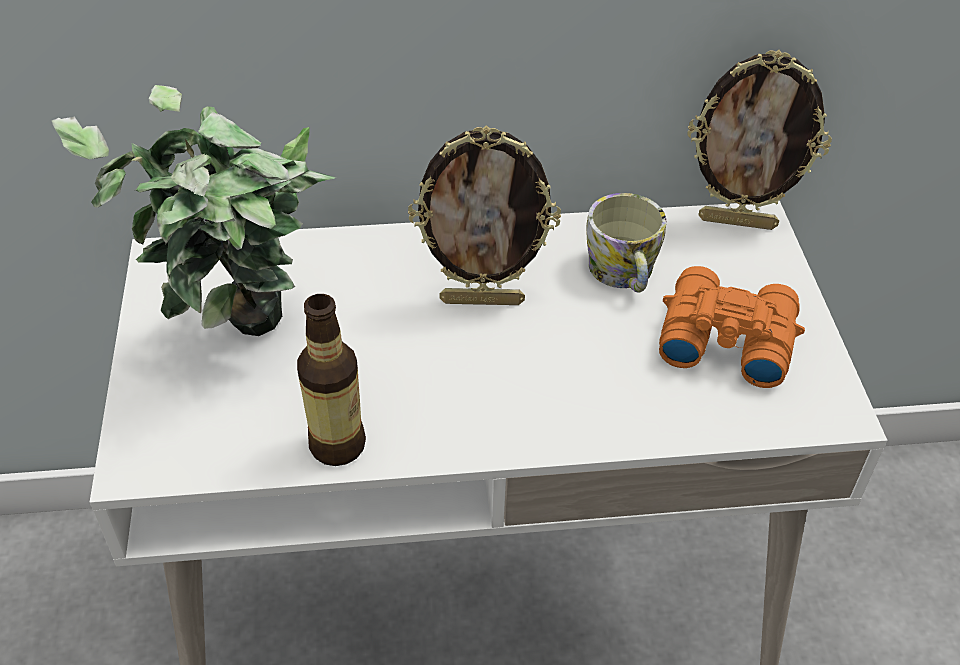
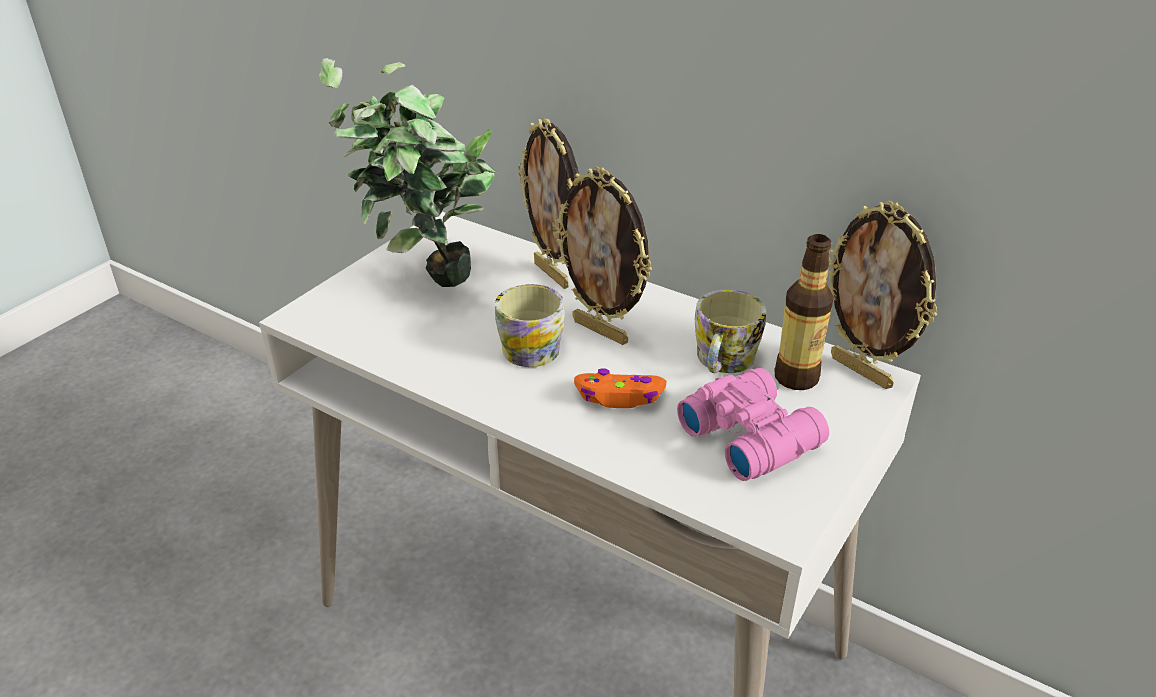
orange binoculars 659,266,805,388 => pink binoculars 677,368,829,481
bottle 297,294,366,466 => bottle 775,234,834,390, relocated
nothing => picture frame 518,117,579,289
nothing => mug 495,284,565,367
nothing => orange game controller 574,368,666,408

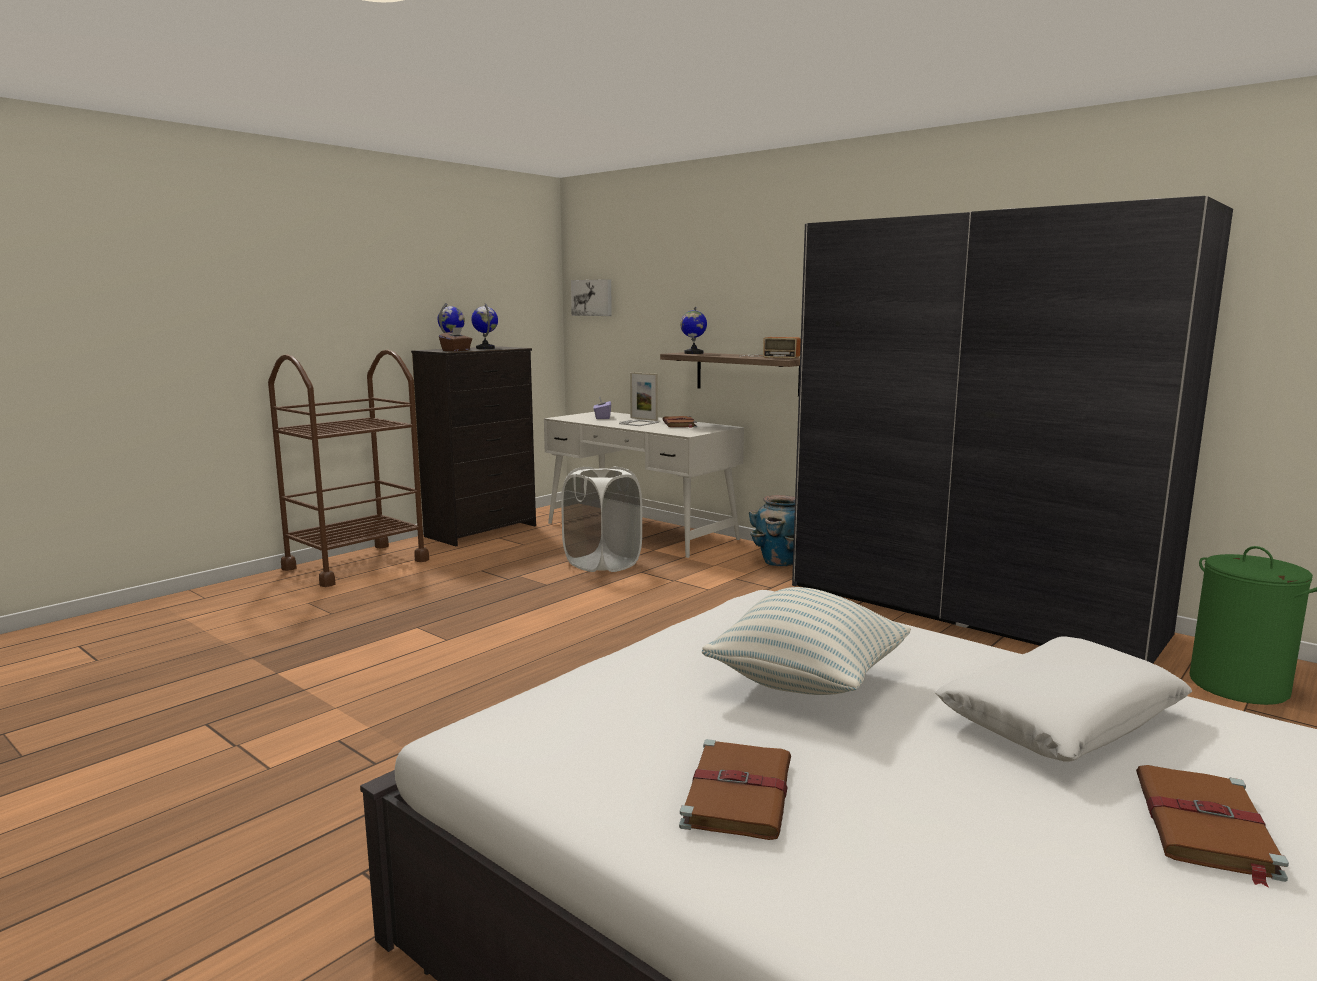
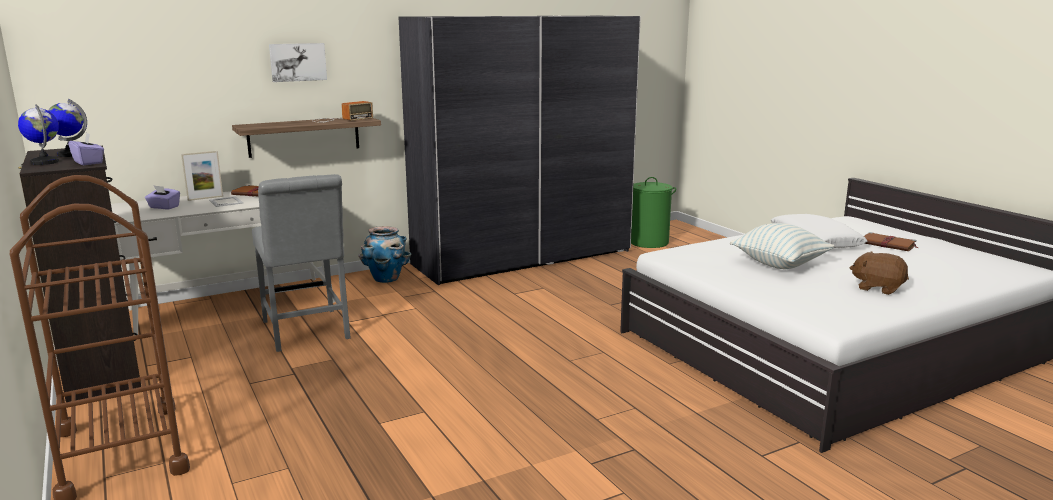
picture 571,279,612,316 => picture 269,43,327,82, relocated
globe 680,307,707,354 => nothing
brown tissue box 439,327,472,351 => purple tissue box 68,133,104,165
white laundry basket 561,466,642,572 => grey chair 252,174,351,352
brown book 679,739,791,840 => brown plush toy 850,252,909,295

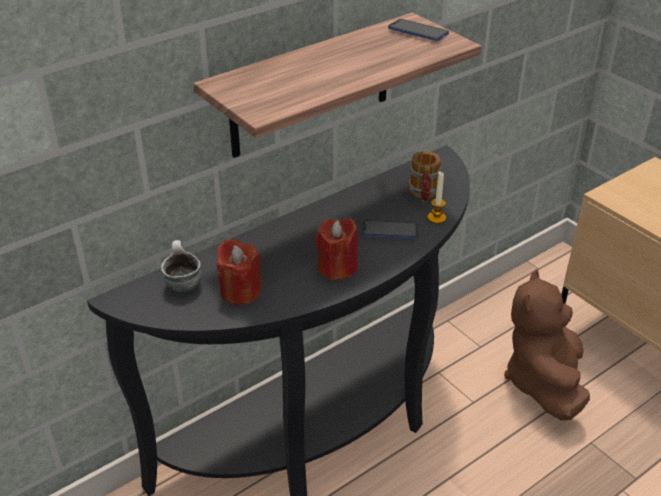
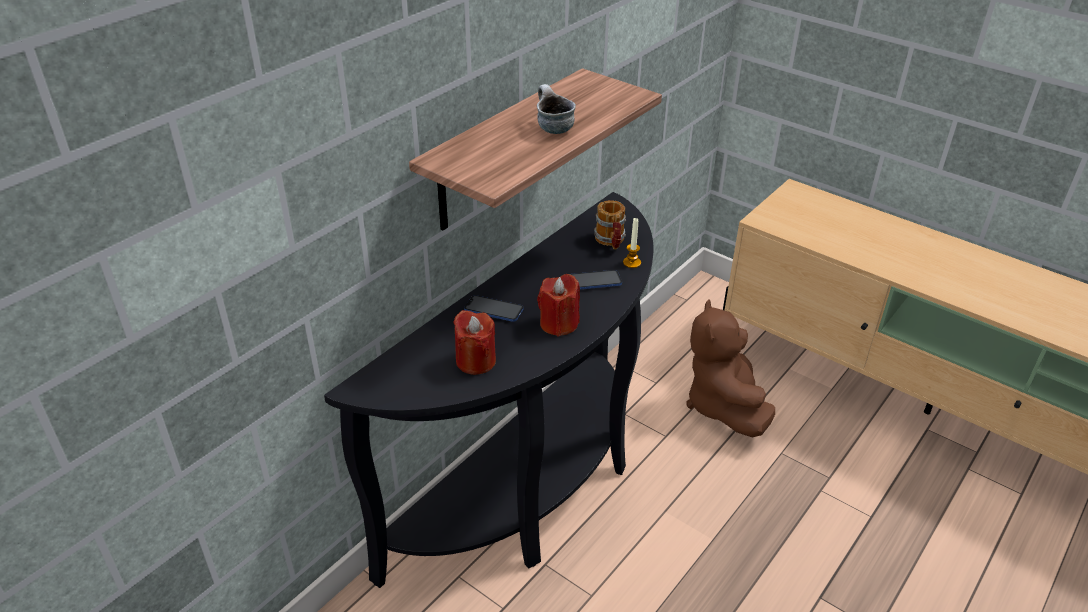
phone 388,19,449,41 => phone 464,295,524,322, relocated
mug 161,240,201,292 => mug 537,84,576,134, relocated

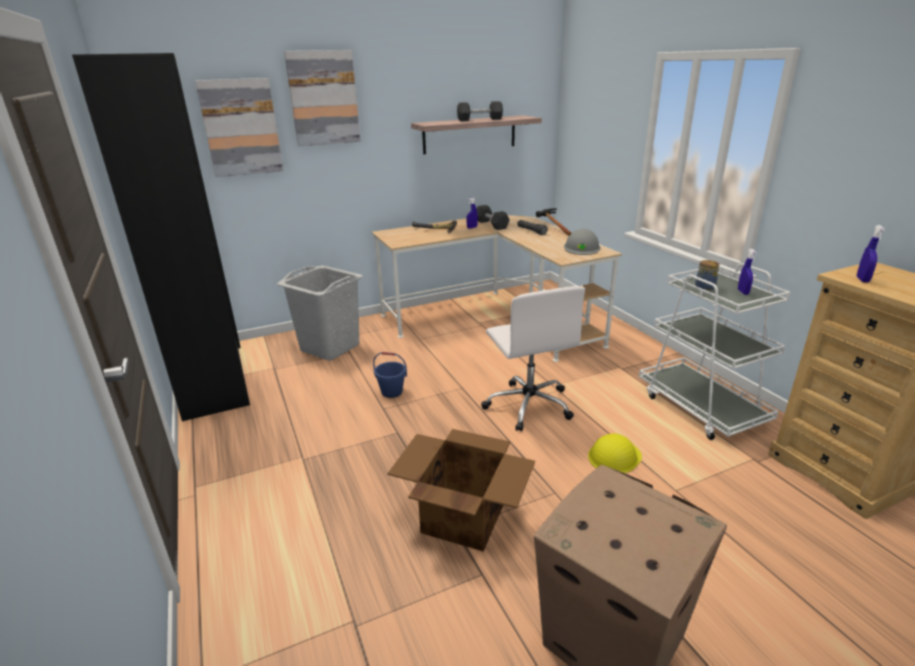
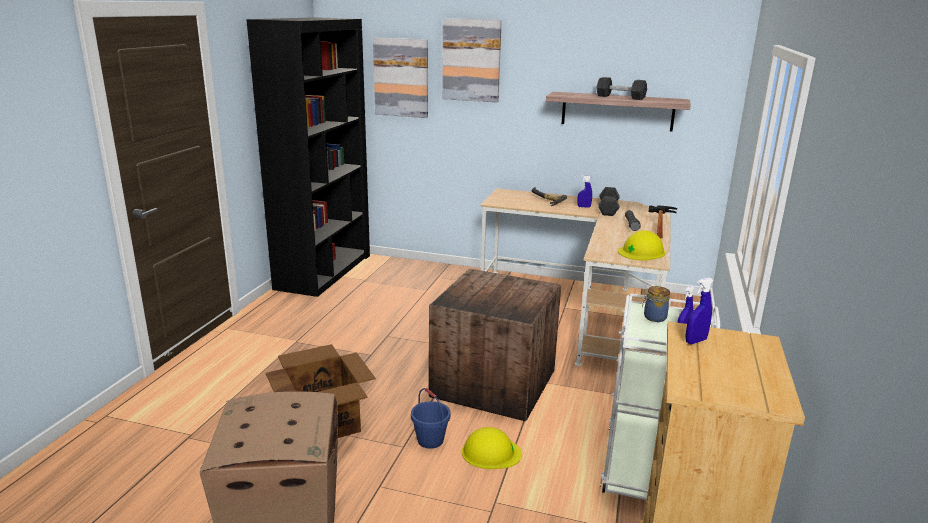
grey hard hat 564,229,601,255 => yellow hard hat 618,230,665,260
grey laundry basket 277,265,363,361 => nothing
white office chair 481,286,585,431 => crate 429,269,561,421
blue bucket 373,352,407,398 => blue bucket 411,388,450,449, relocated

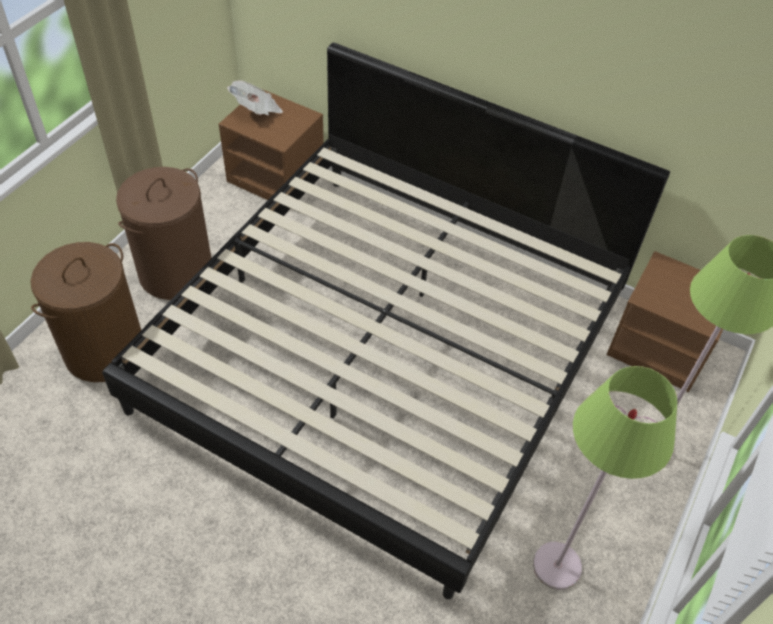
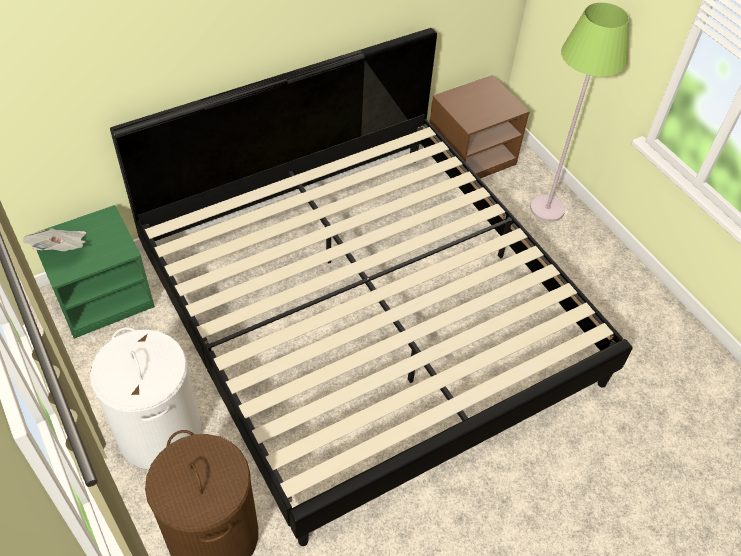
brown nightstand 219,89,324,200 => green nightstand 37,205,155,339
brown laundry basket 116,167,211,300 => white laundry basket 90,327,201,469
green floor lamp 533,366,677,590 => nothing

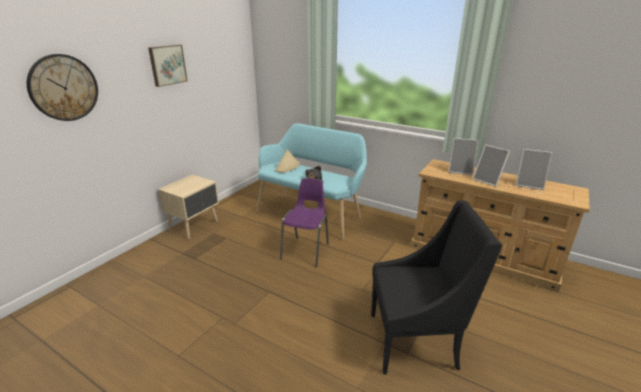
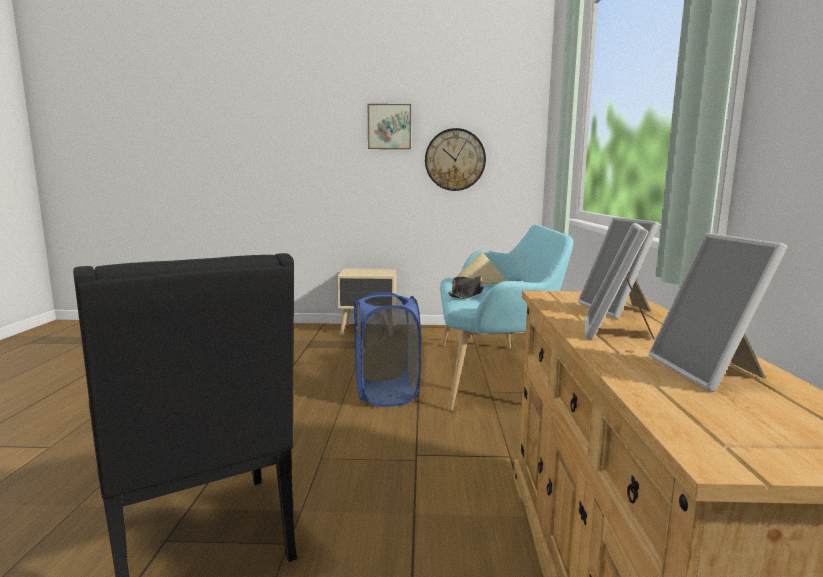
wall clock 27,54,98,121 => wall clock 425,128,486,191, relocated
purple chair 280,178,329,267 => blue laundry basket 354,292,421,407

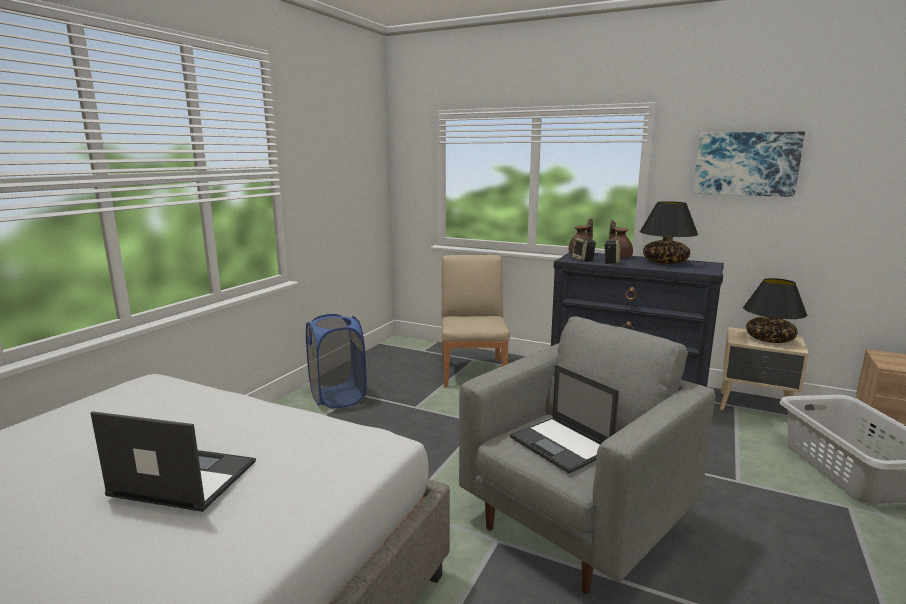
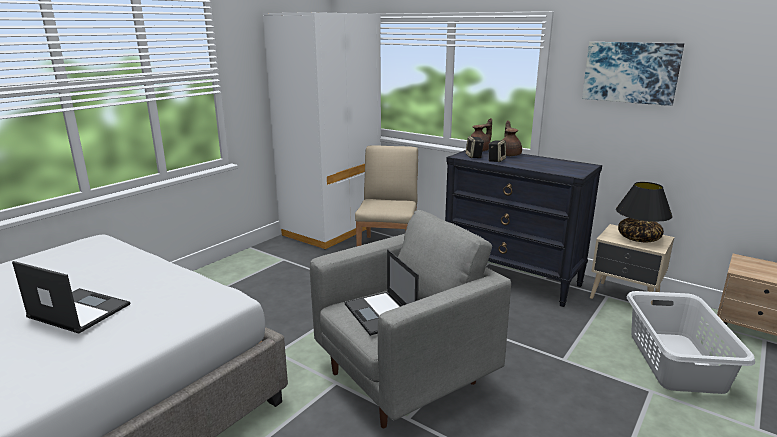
black table lamp 640,201,698,264 => nothing
blue laundry basket 306,314,367,409 => nothing
nothing => white wardrobe 263,12,381,250

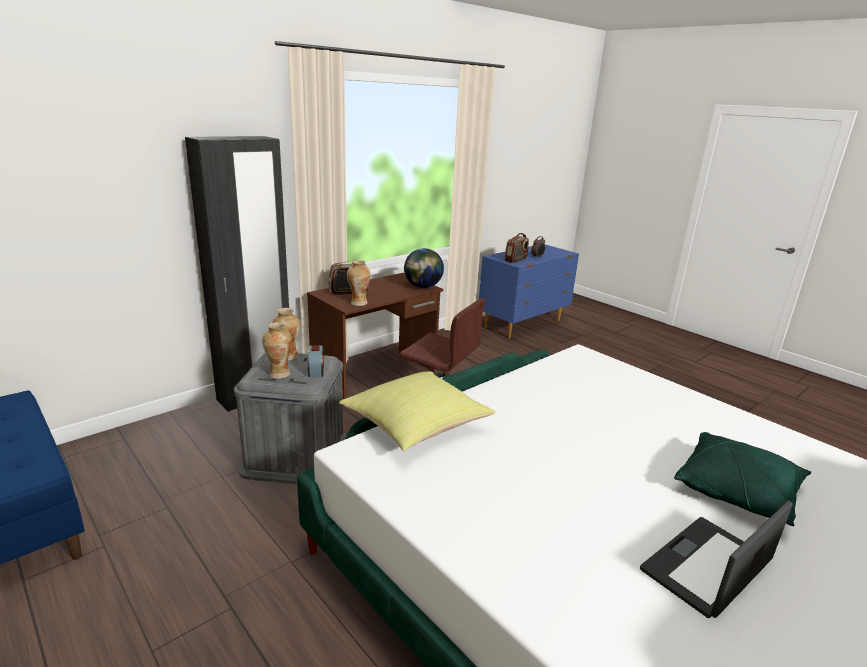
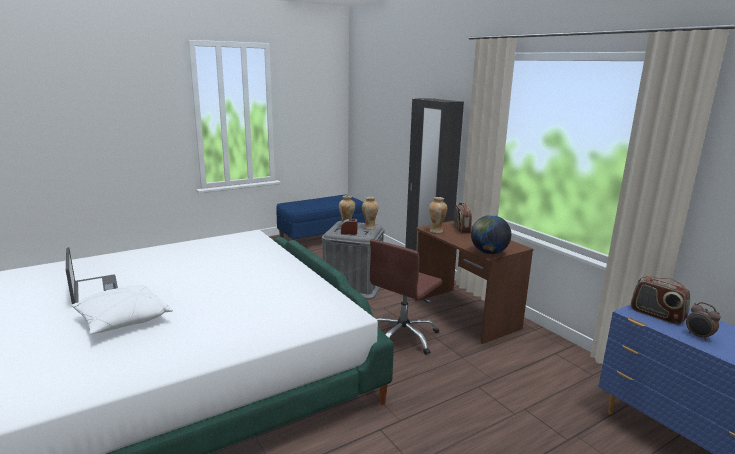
yellow pillow 339,371,495,451 => nothing
green pillow 674,432,811,526 => white pillow 71,285,173,334

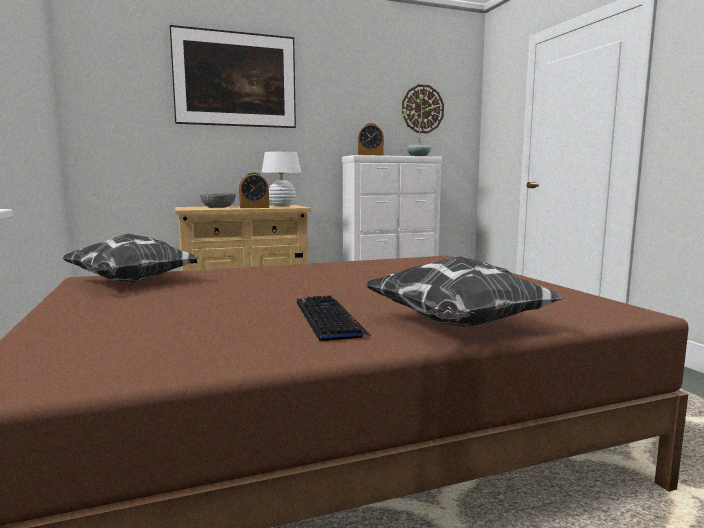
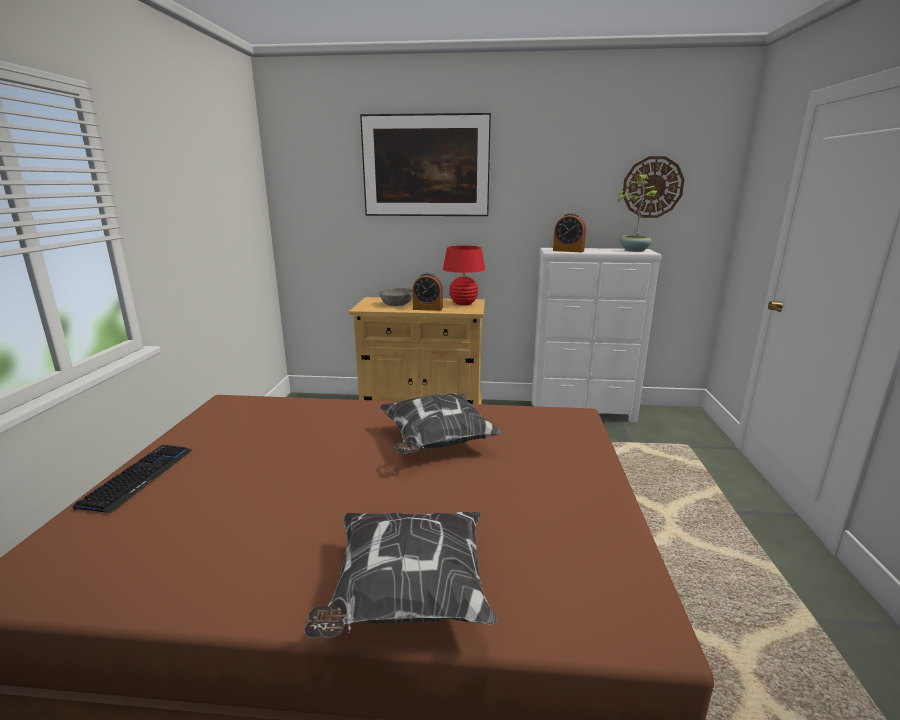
white table lamp 261,151,301,206 => red table lamp 443,246,485,305
pillow 63,234,199,283 => pillow 379,394,502,454, relocated
keyboard 297,295,371,342 => keyboard 73,445,192,514, relocated

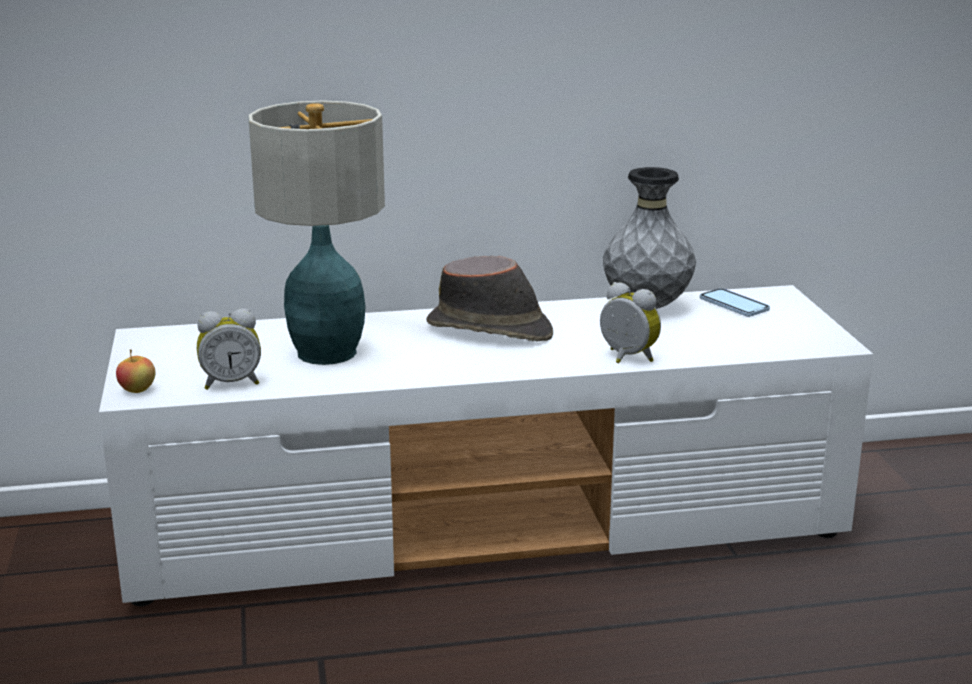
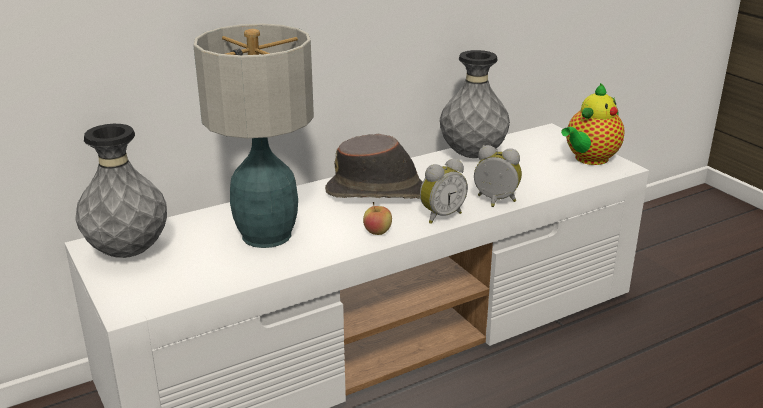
phone 700,288,770,317 => nothing
alarm clock 197,309,261,390 => alarm clock 420,158,468,224, relocated
apple 116,349,155,393 => apple 363,202,392,235, relocated
nothing => teapot 561,83,625,165
nothing => grey vase 75,124,167,258

